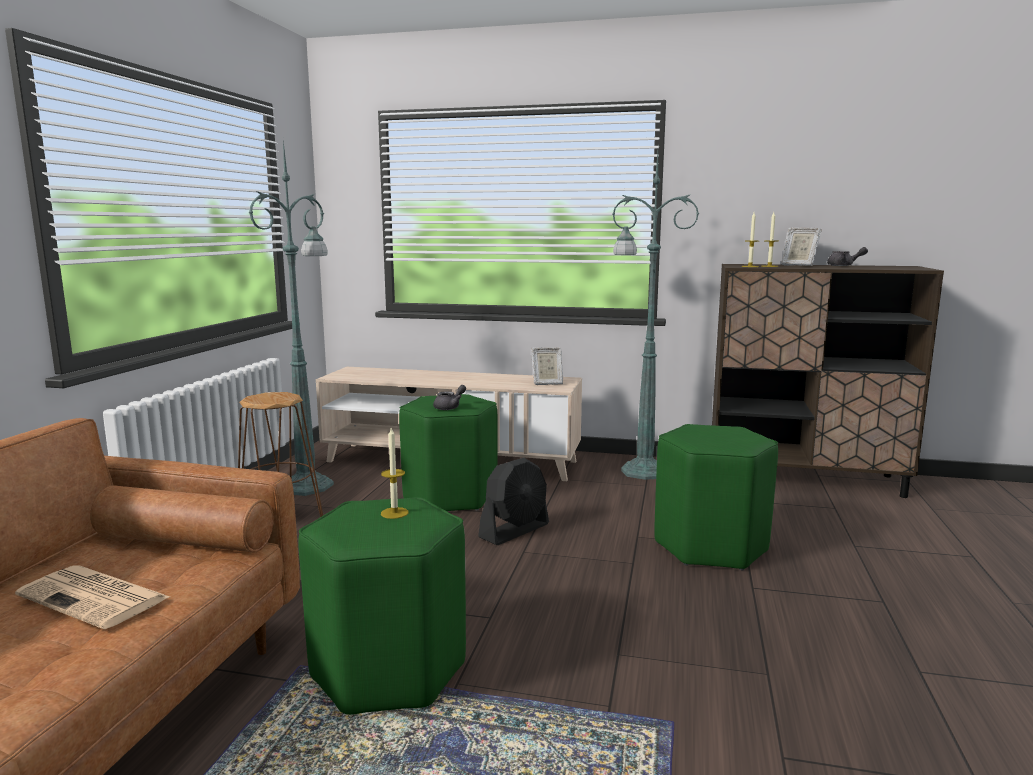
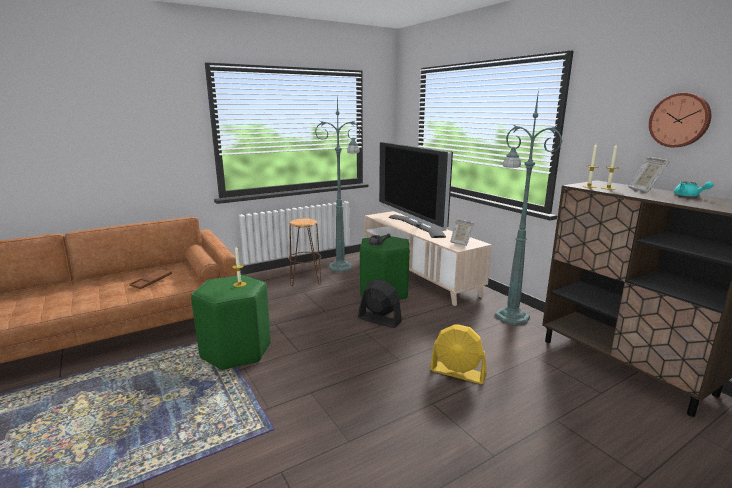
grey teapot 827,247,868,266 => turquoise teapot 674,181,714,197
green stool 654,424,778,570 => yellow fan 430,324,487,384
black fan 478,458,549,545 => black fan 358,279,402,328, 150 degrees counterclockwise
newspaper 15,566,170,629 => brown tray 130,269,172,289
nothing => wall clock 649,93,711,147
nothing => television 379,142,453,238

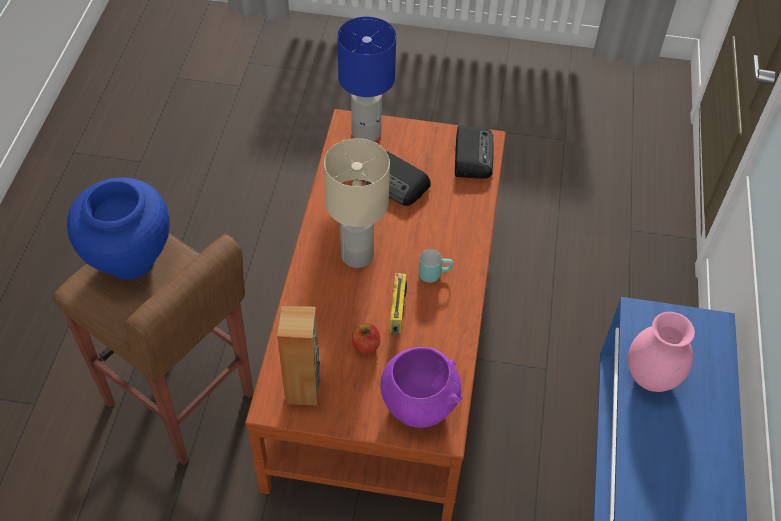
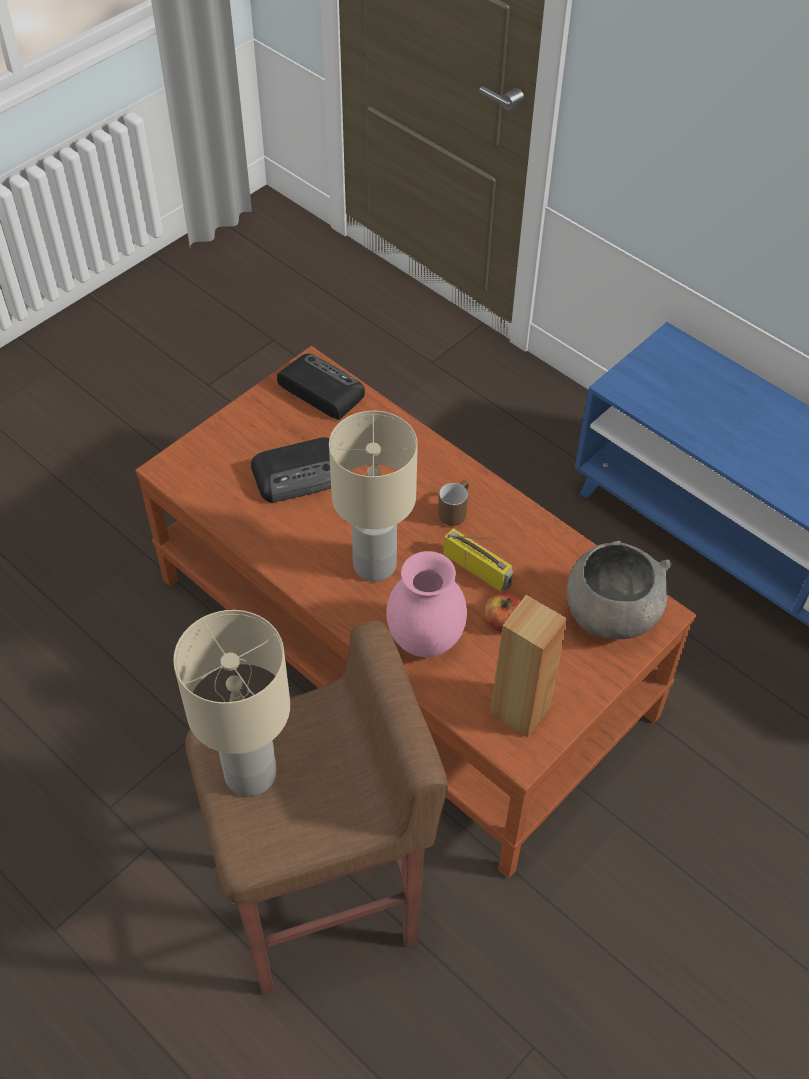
blue table lamp 337,17,396,141 => nothing
blue vase 67,177,170,280 => beige table lamp 173,610,290,796
turquoise mug 419,249,454,283 => brown mug 438,480,469,526
pink vase 628,312,695,392 => pink vase 386,551,467,658, relocated
purple bowl 380,347,463,428 => grey bowl 567,541,671,639

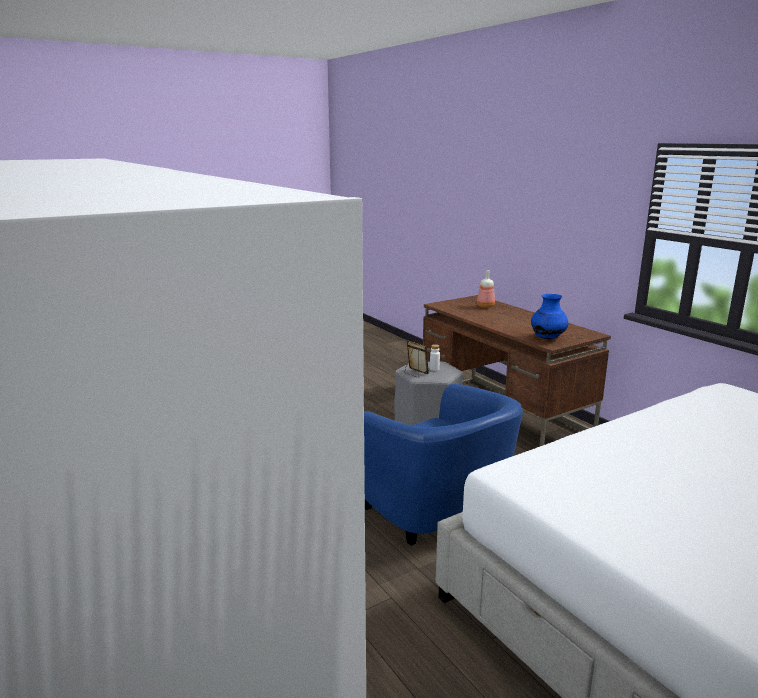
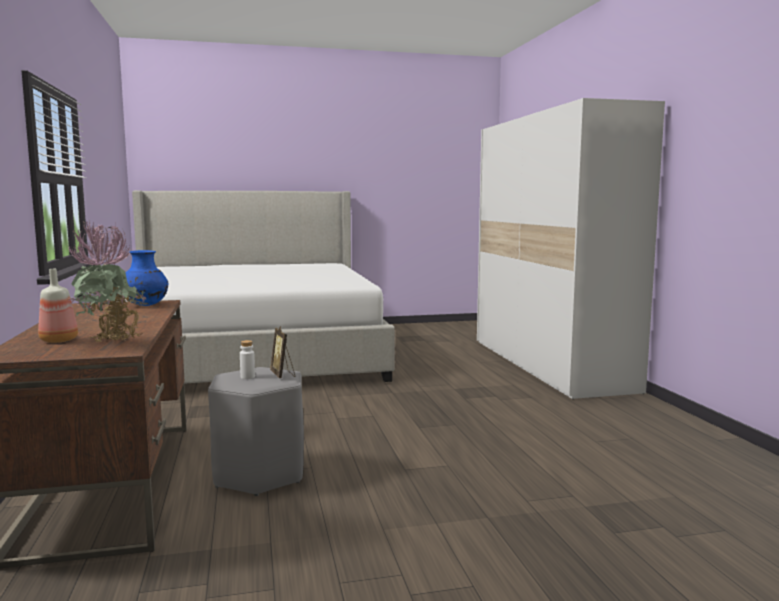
blue armchair 364,384,523,546 => nothing
nothing => potted plant 67,221,146,342

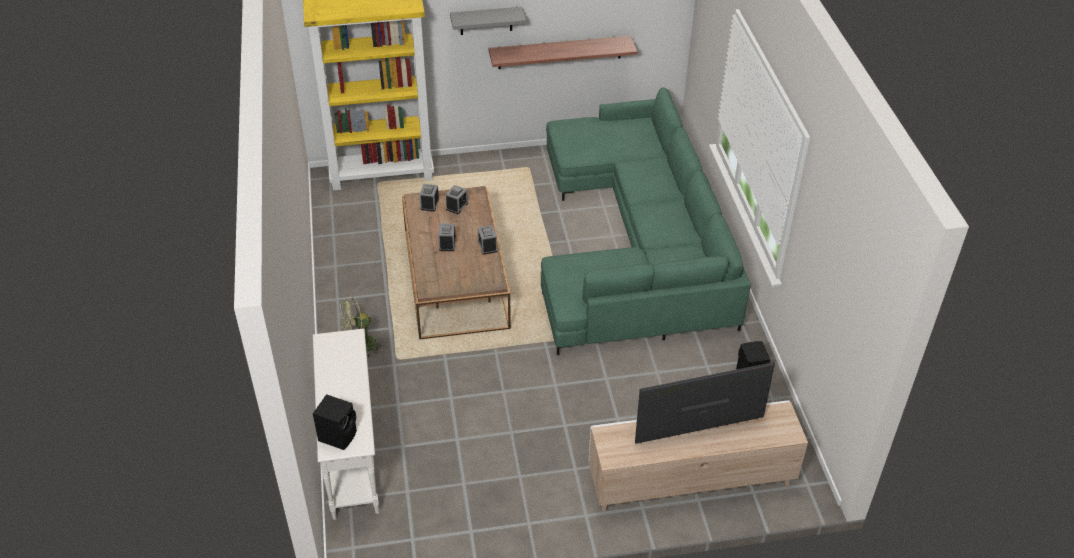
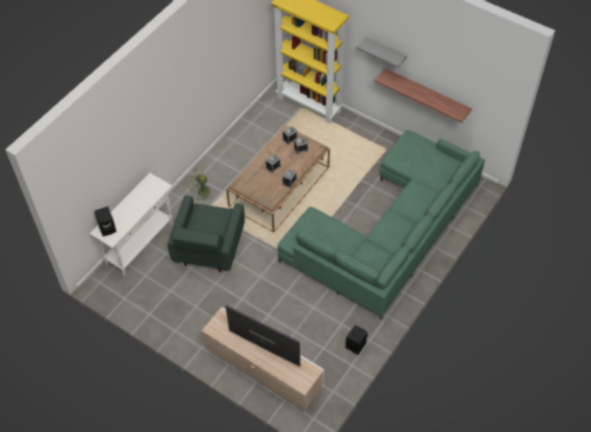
nothing => green armchair 168,195,245,272

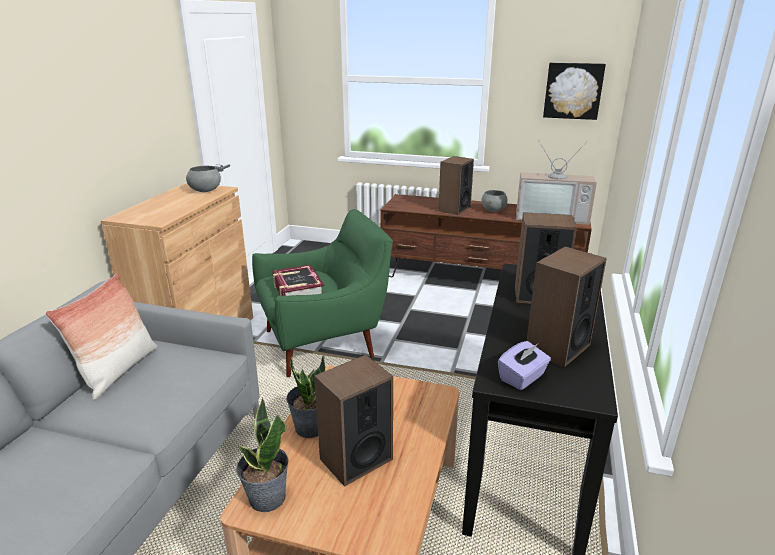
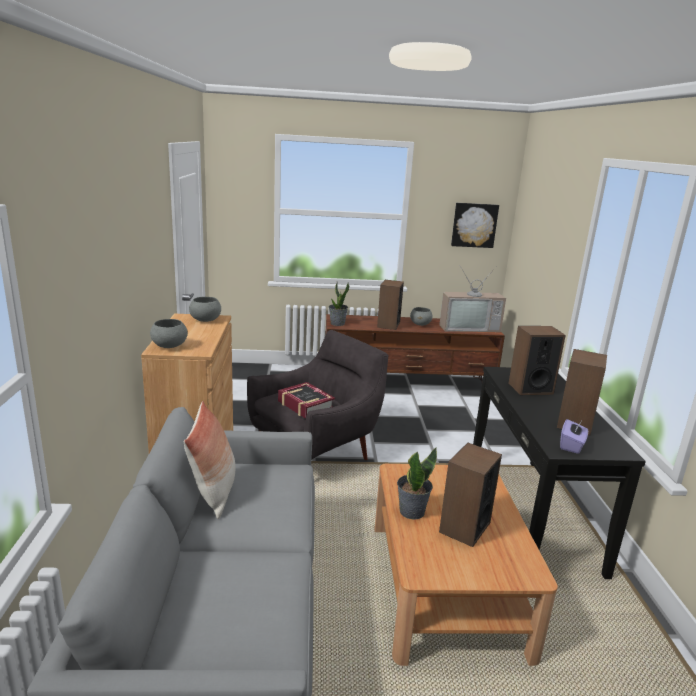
green armchair 252,209,393,377 => grey armchair 247,330,389,460
potted plant 236,398,289,512 => potted plant 329,282,349,326, relocated
nothing => grey bowl 150,319,188,348

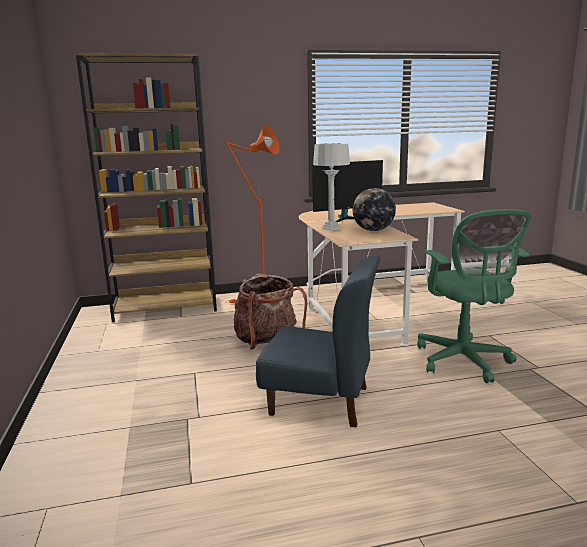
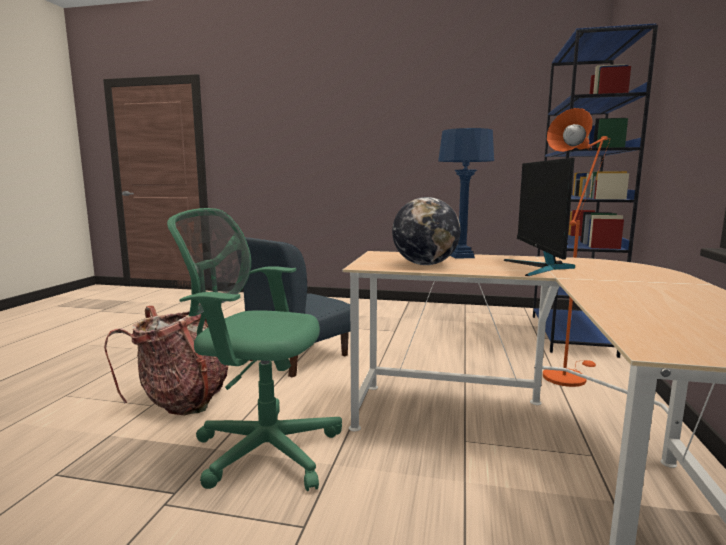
brown bookcase 76,53,217,322 => blue bookcase 533,23,658,358
grey table lamp 313,143,350,231 => blue table lamp 438,128,494,259
backpack 233,273,308,350 => backpack 104,306,228,415, relocated

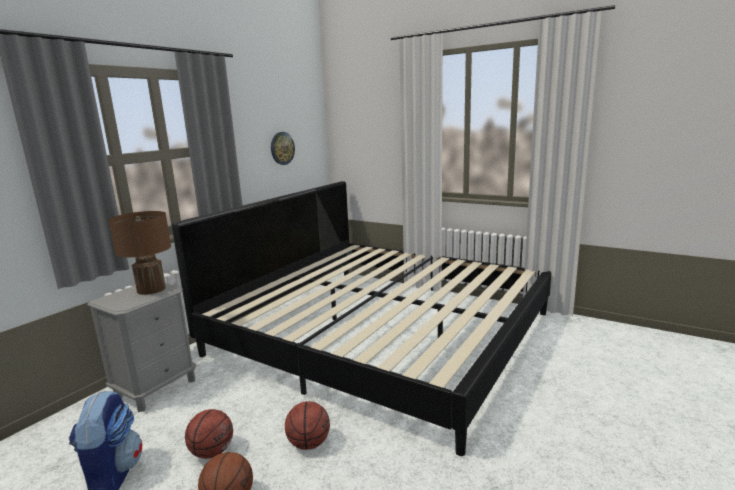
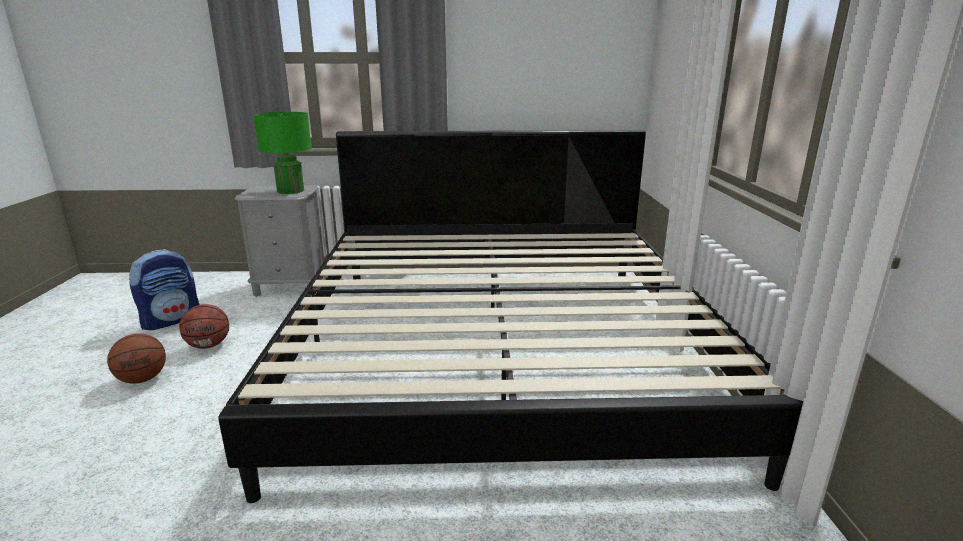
wall clock 271,132,295,165 => nothing
brown table lamp 109,211,171,295 => green table lamp 254,112,312,194
basketball 285,401,330,450 => nothing

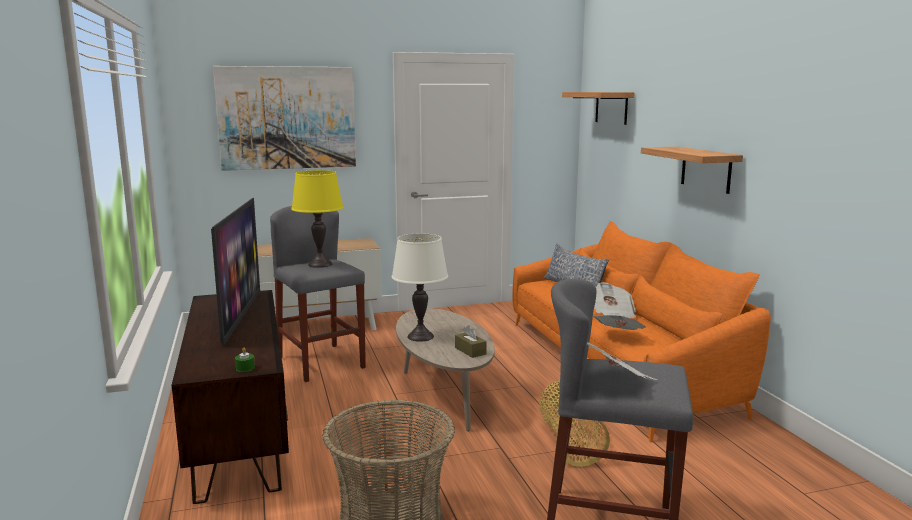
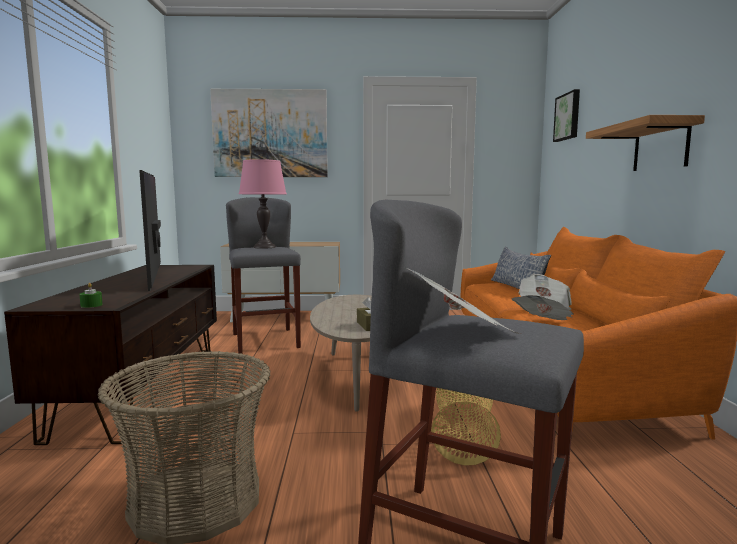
shelf 562,92,634,125 => picture 553,89,580,142
yellow table lamp 291,170,344,268 => pink table lamp 239,159,287,249
television 211,198,260,345 => television 139,170,161,291, 150 degrees clockwise
white table lamp 392,233,448,342 => nothing

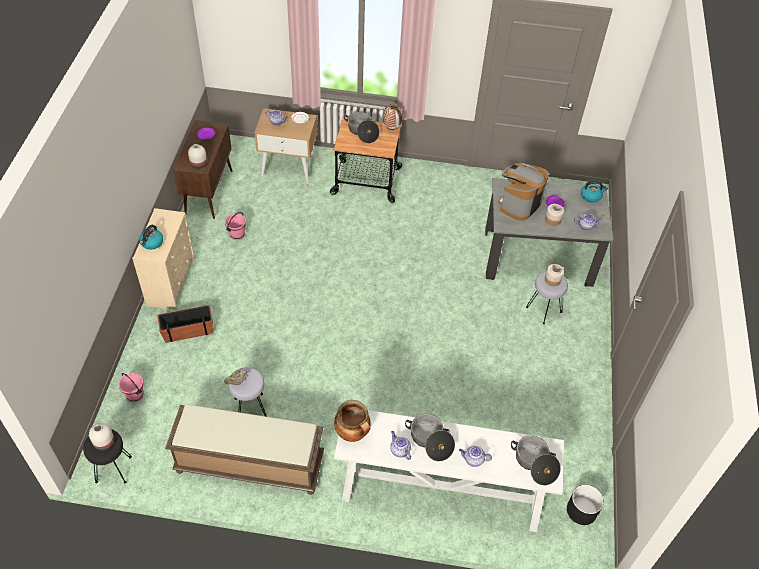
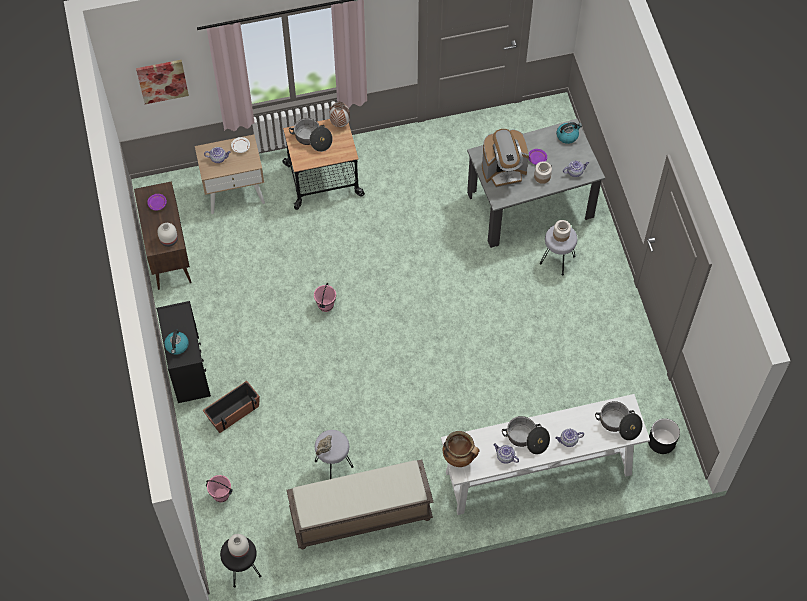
coffee machine 498,163,549,221 => coffee machine 482,129,529,187, 120 degrees counterclockwise
beige dresser 132,208,195,310 => black dresser 156,301,211,403
pink bucket 225,212,246,240 => pink bucket 314,283,336,312, relocated
nothing => picture 136,60,189,104

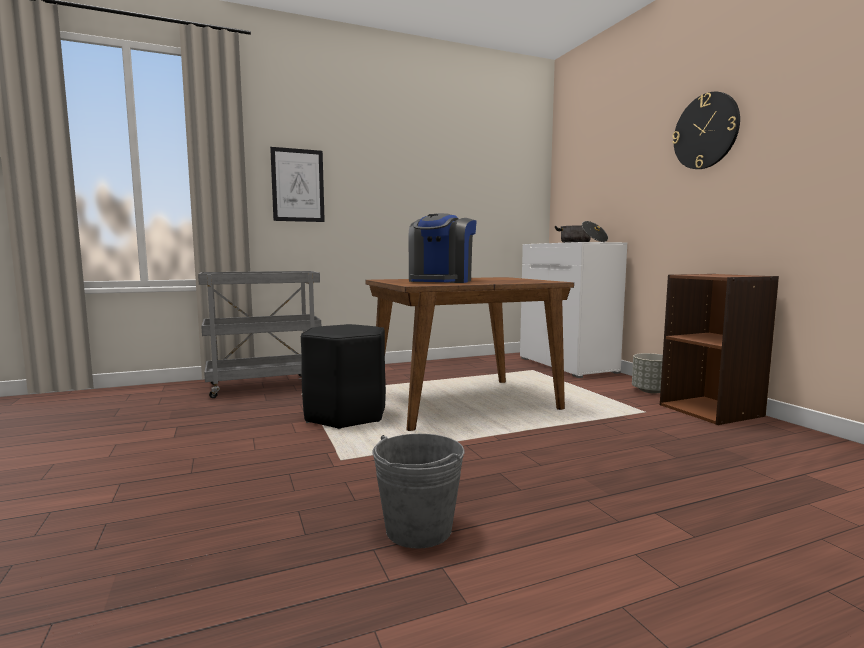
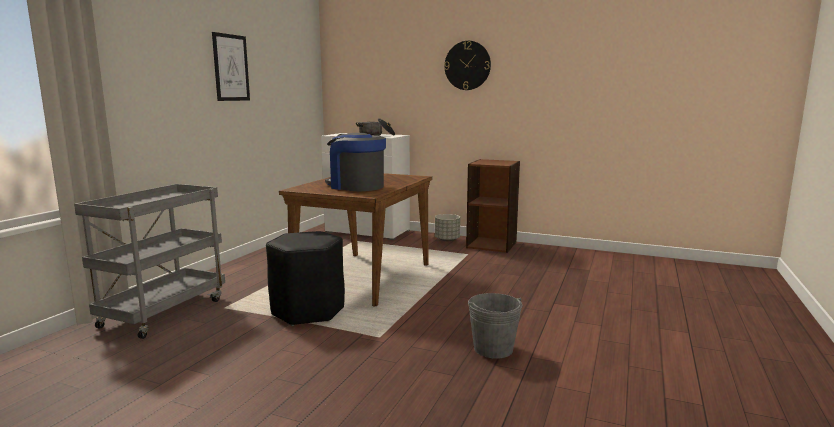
picture 270,147,325,222 => picture 212,32,250,101, relocated
coffee machine 408,213,477,283 => coffee machine 325,133,386,191, 150 degrees clockwise

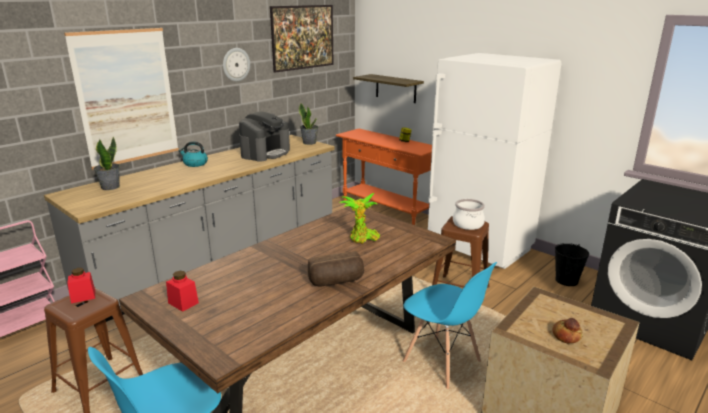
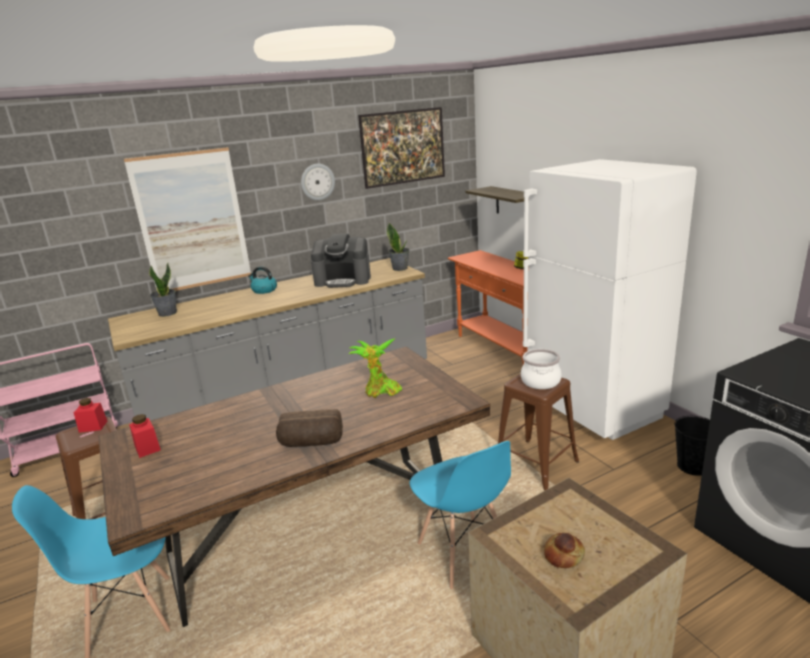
coffee machine 239,111,290,162 => coffee machine 311,233,371,288, 45 degrees clockwise

